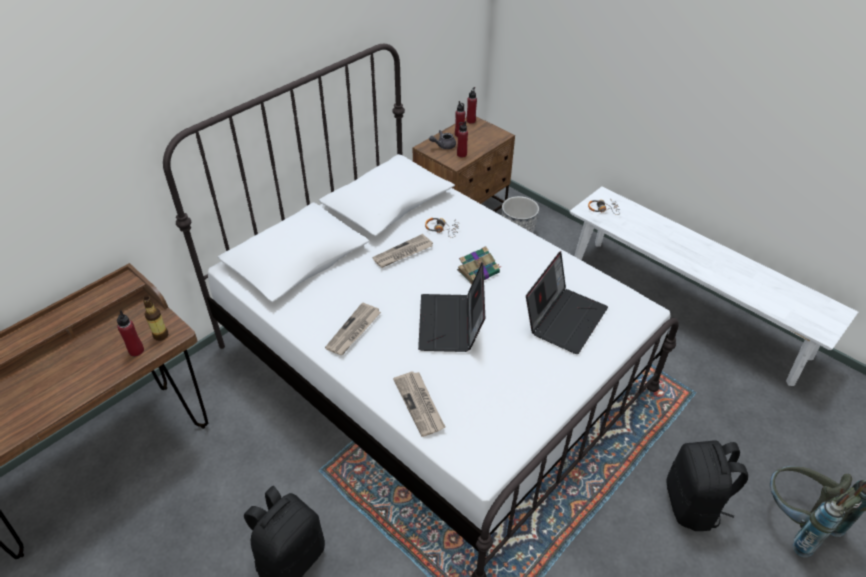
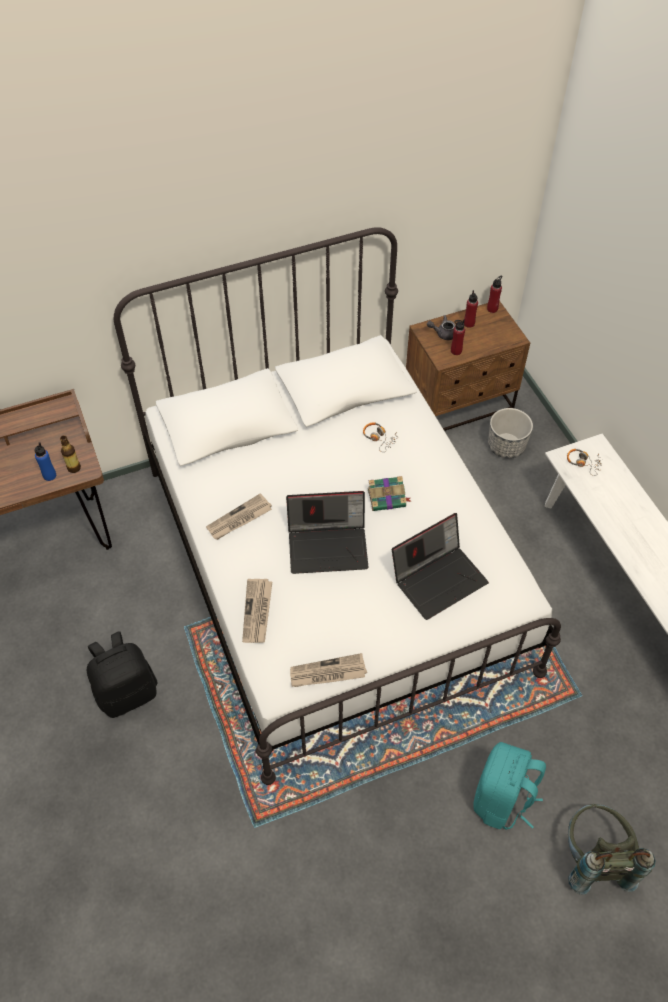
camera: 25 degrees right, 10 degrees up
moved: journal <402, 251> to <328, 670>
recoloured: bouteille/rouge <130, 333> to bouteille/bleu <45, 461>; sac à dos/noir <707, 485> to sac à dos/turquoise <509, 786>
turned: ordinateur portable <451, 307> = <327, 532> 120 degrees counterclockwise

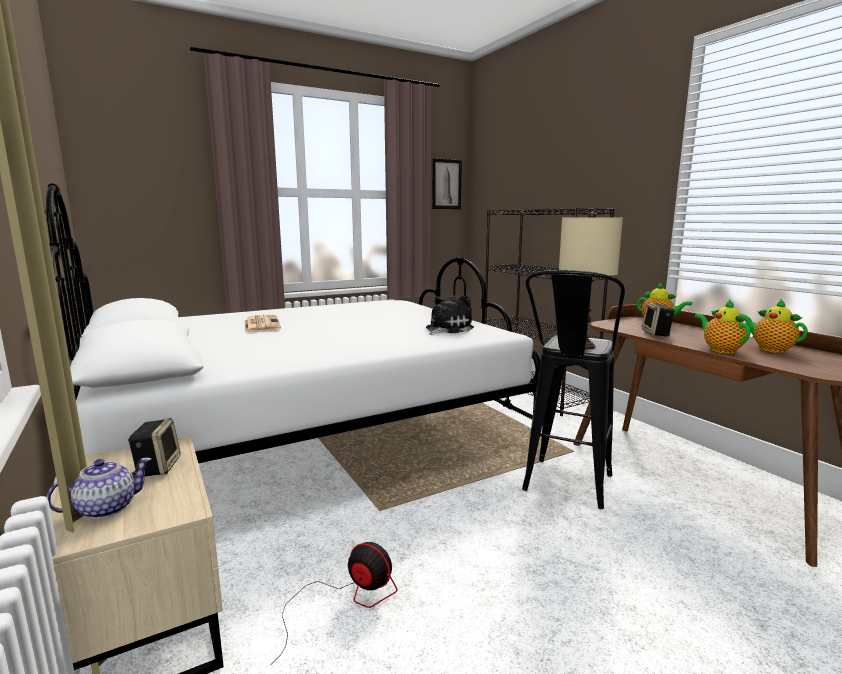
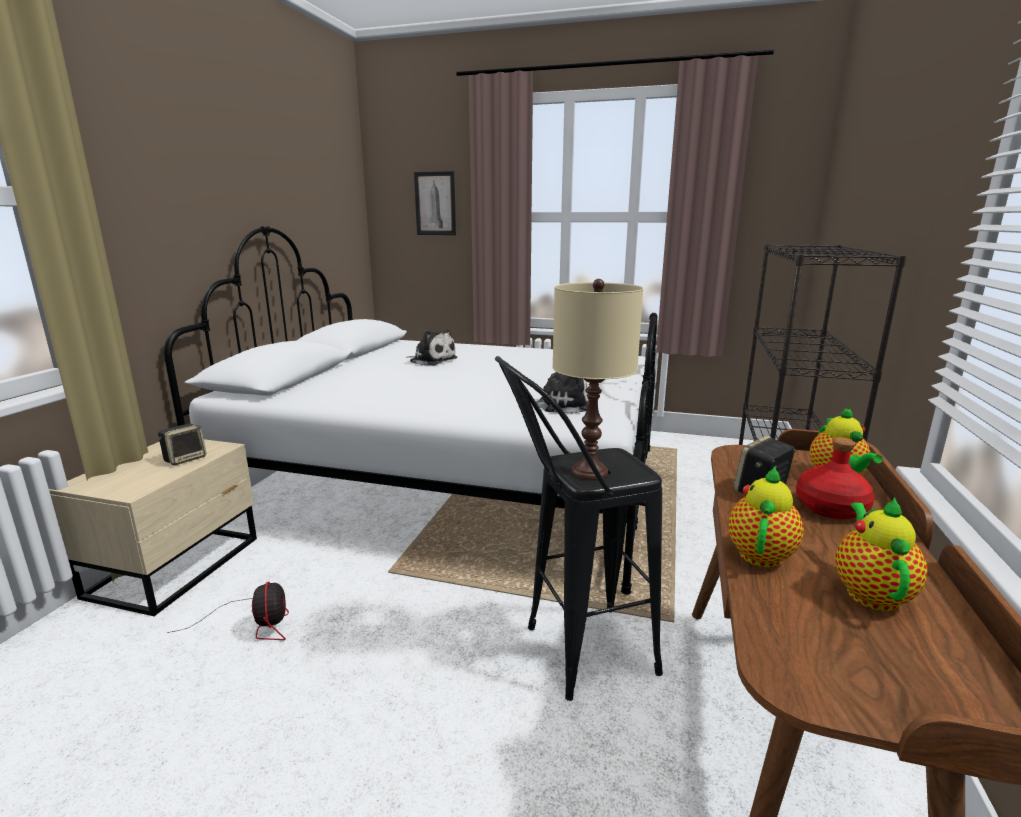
camera: 45 degrees right, 5 degrees up
removed: théière <99, 488>
added: bouteille/rouge <835, 478>
moved: tableau <447, 183> to <435, 203>
replaced: journal <263, 323> to peluche <431, 347>

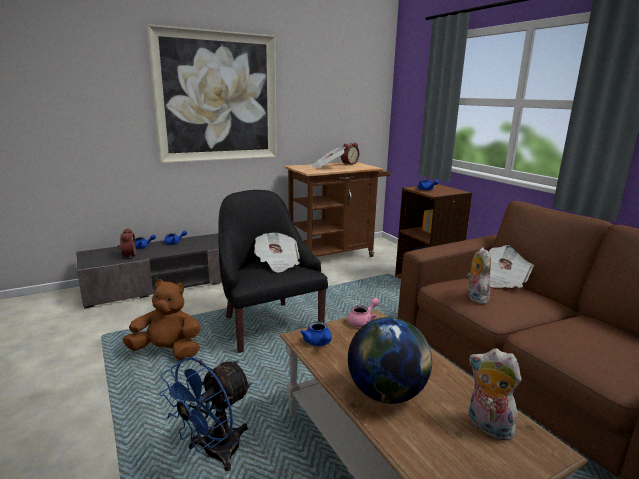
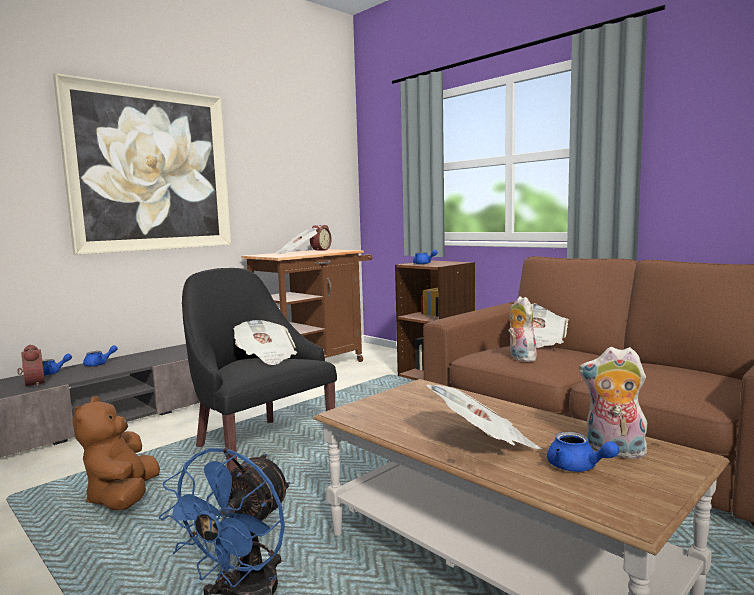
camera: 15 degrees left, 10 degrees down
removed: théière/rose <363, 312>
moved: théière/bleu <316, 333> to <583, 452>
replaced: globe <390, 360> to journal <484, 417>
turned: peluche/marron <162, 319> = <116, 453> 90 degrees counterclockwise

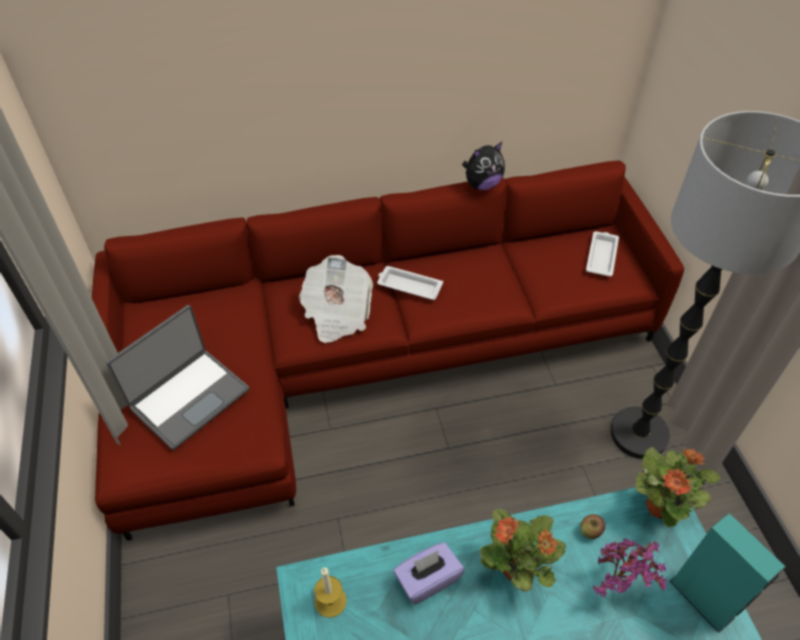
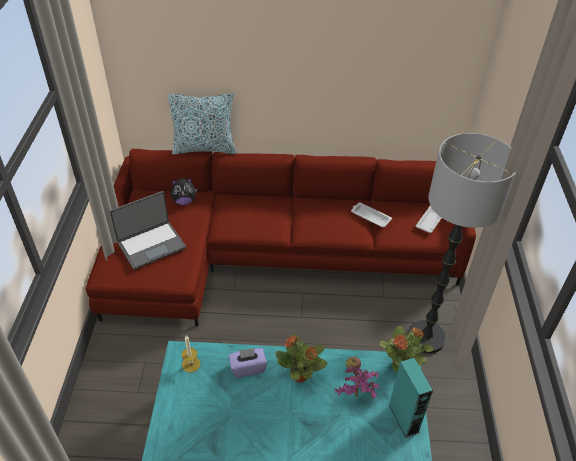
camera: 15 degrees right, 5 degrees down
removed: journal <336, 299>
added: coussin <202, 124>
moved: plateau/blanc <410, 283> to <371, 215>; peluche <483, 166> to <184, 191>

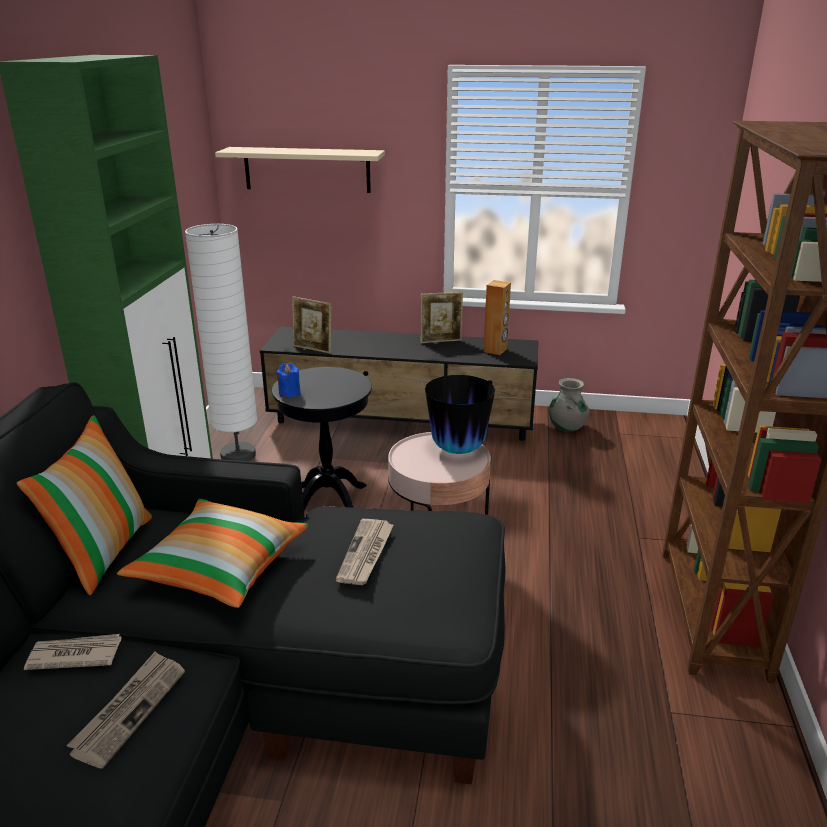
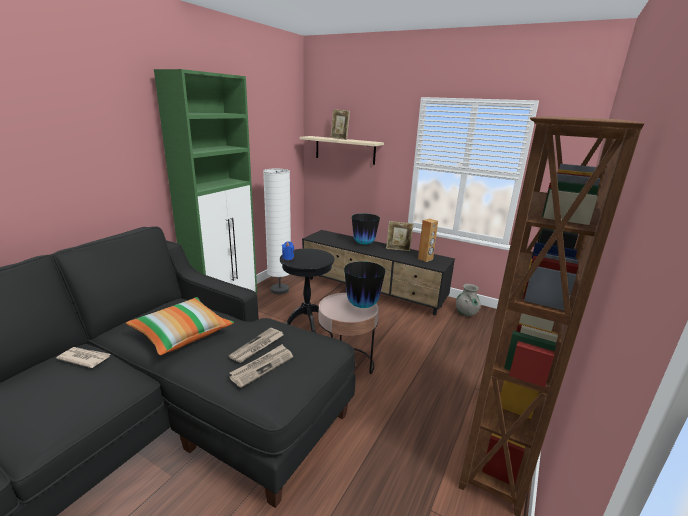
camera: 20 degrees right, 5 degrees down
removed: coussin <84, 505>
added: vase <366, 228>
moved: journal <125, 710> to <261, 366>; cadre photo <312, 324> to <340, 124>

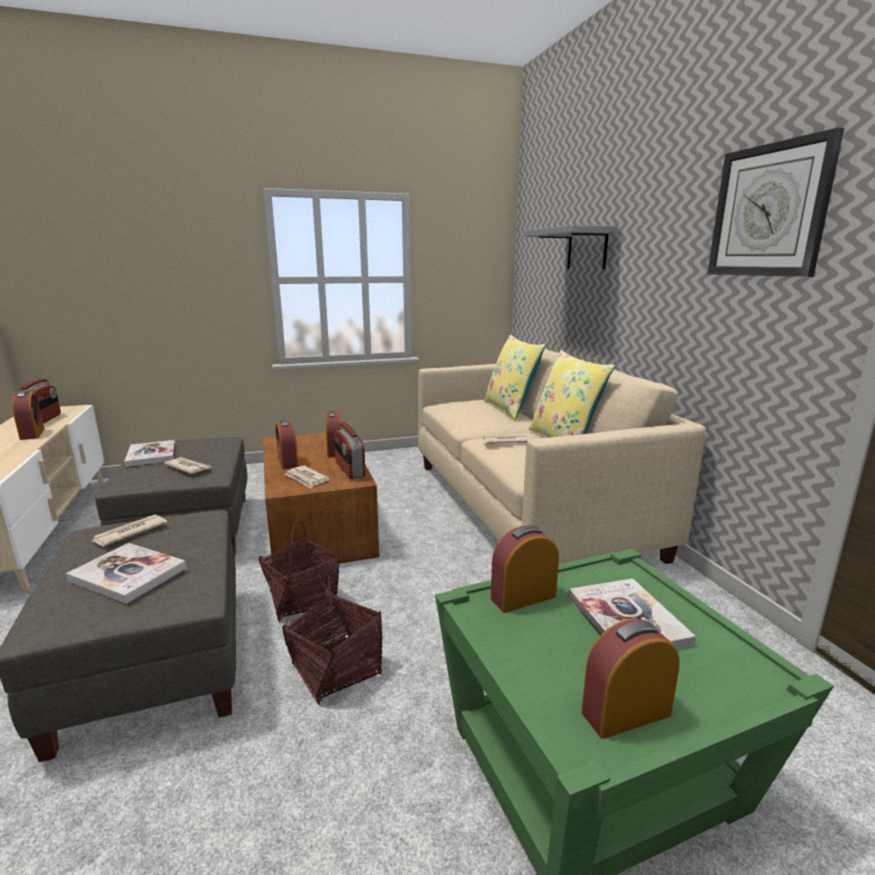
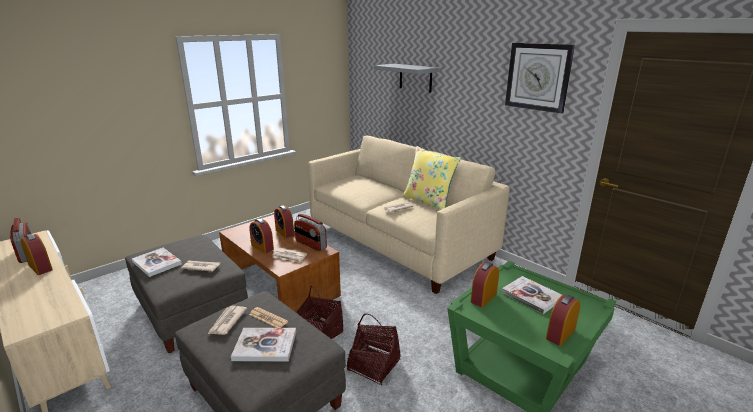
camera: 25 degrees left, 5 degrees up
removed: coussin/jaune <515, 377>
added: journal <268, 317>

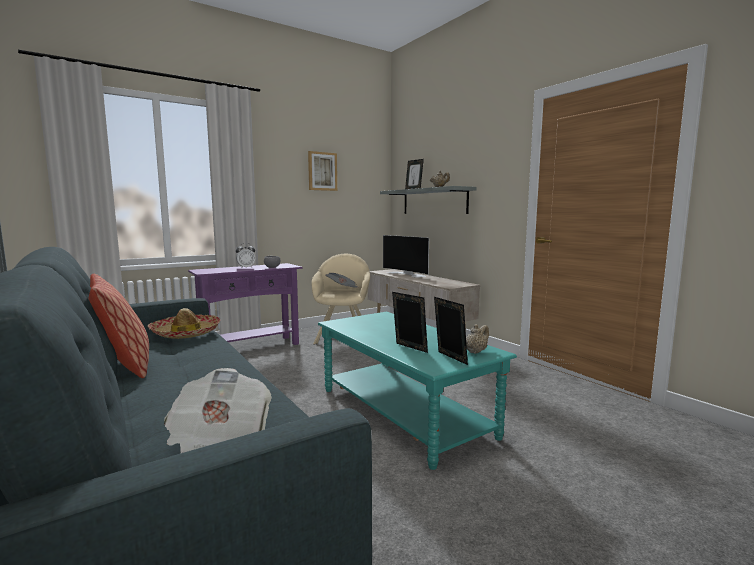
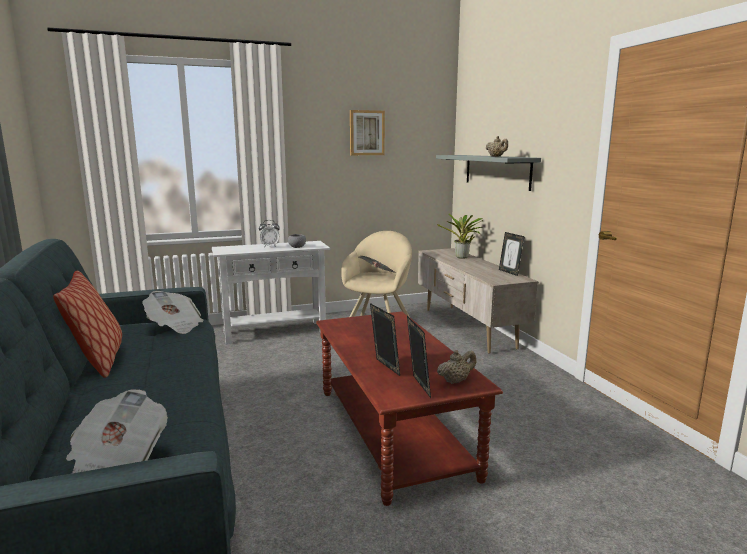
camera: 15 degrees right, 5 degrees up
moved: cadre photo <414, 174> to <512, 254>
replaced: chapeau <184, 323> to journal <173, 312>; téléviseur <406, 256> to plante en pot <460, 236>
recoloured: table console/violet <245, 304> to table console/blanc <271, 292>; table basse/turquoise <417, 391> to table basse/marron <409, 409>

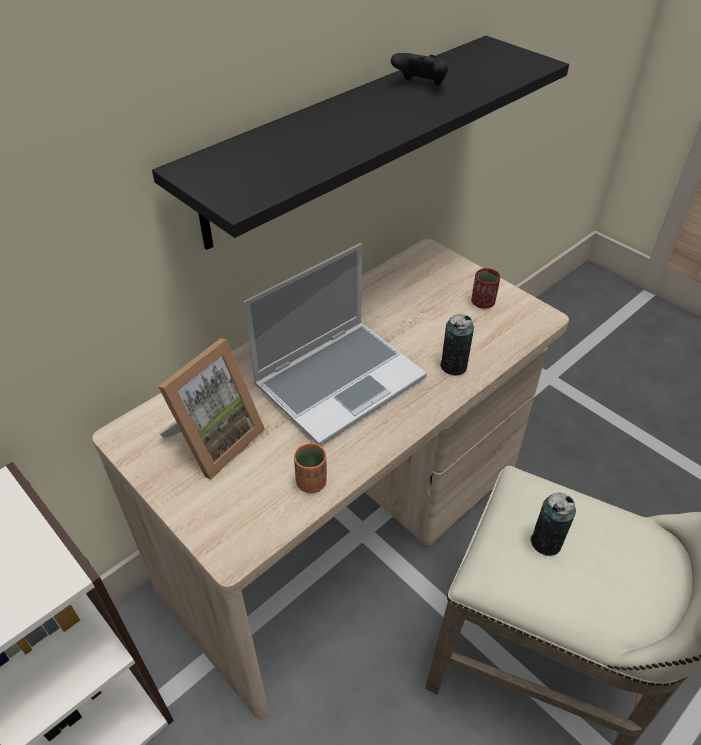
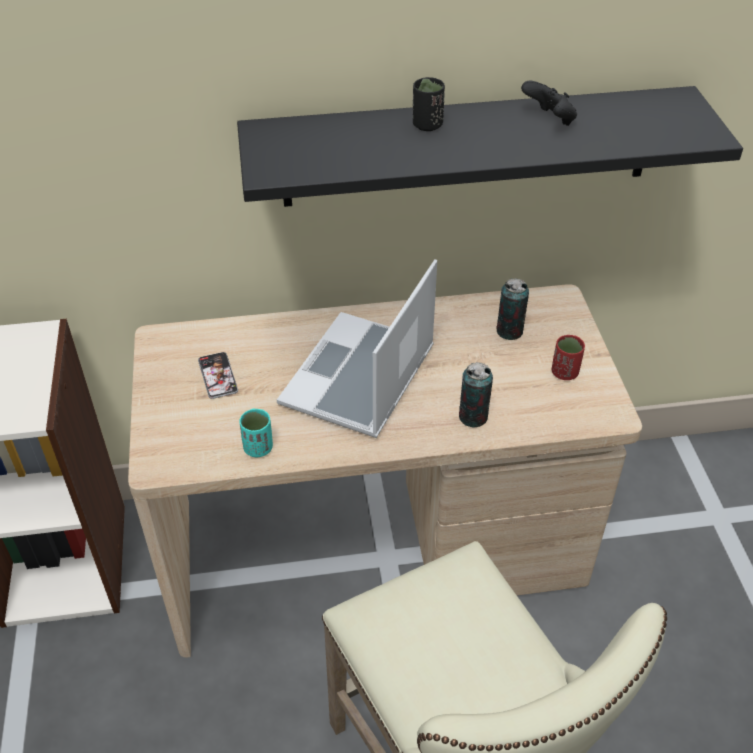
camera: 35 degrees right, 0 degrees up
added: tasse/noir <429, 104>
moved: boîte métallique <553, 524> to <513, 309>
replaced: cadre photo <211, 408> to téléphone <218, 375>
recoloured: tasse/orange <310, 468> to tasse/turquoise <256, 432>
turned: ordinateur portable <335, 344> = <357, 348> 120 degrees clockwise

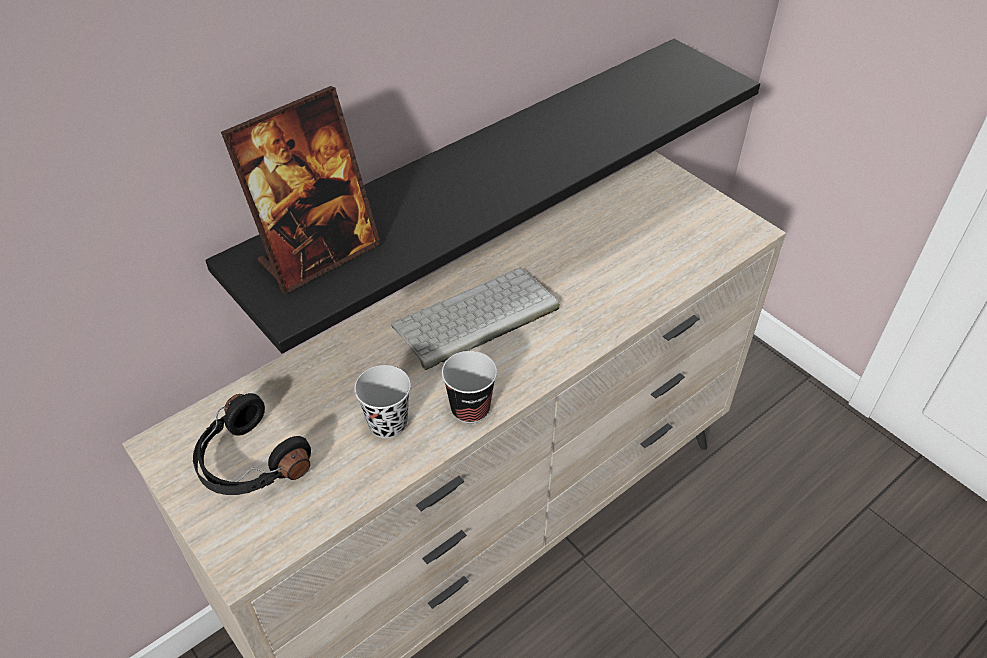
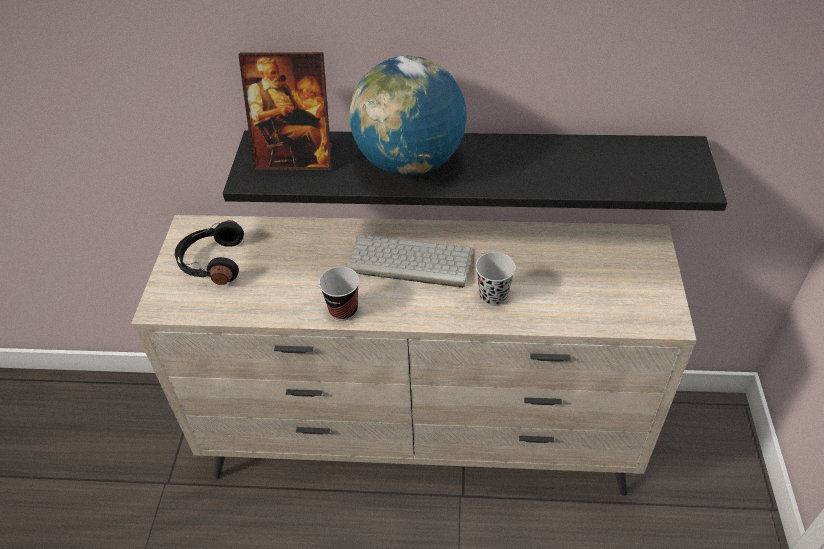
camera: 45 degrees right, 0 degrees up
added: globe <408, 116>
moved: tasse/noir <382, 402> to <496, 279>

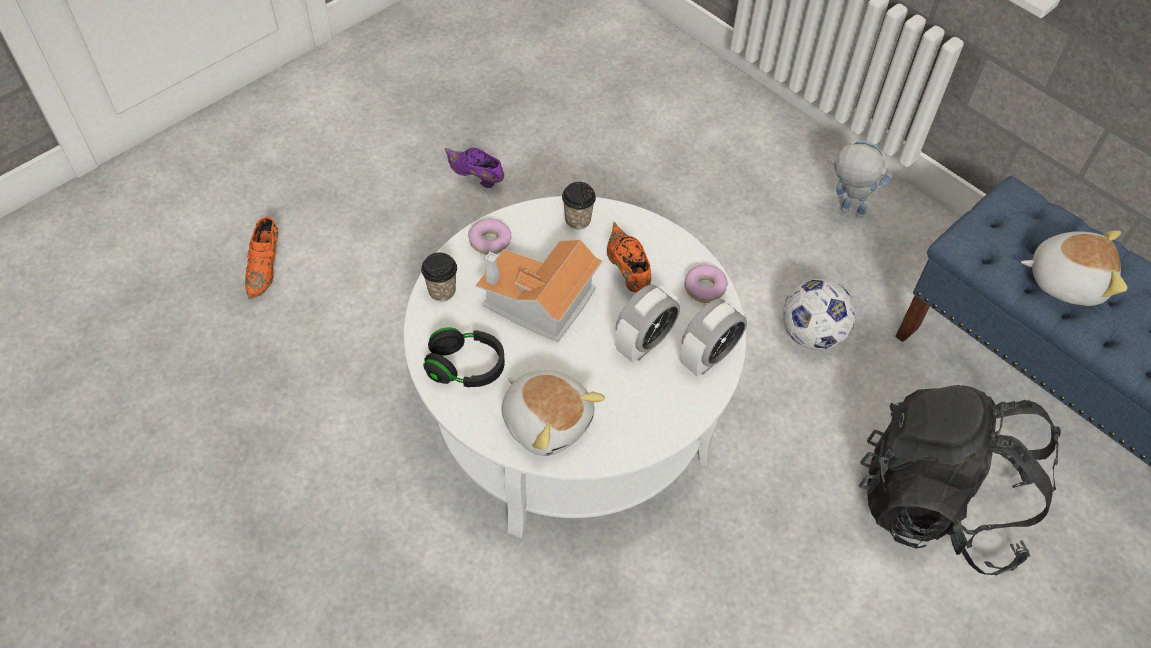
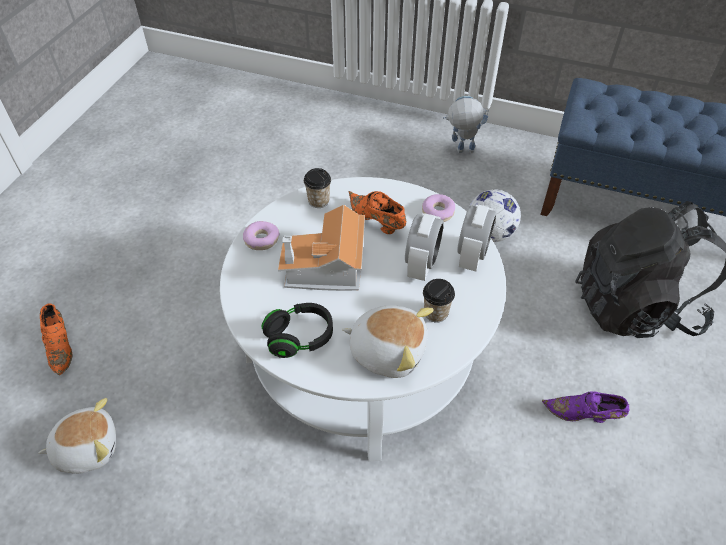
camera: 25 degrees left, 5 degrees down
moved: tasse <439, 276> to <439, 301>; chaussure/violet <474, 168> to <585, 407>; peluche <1074, 268> to <77, 436>

